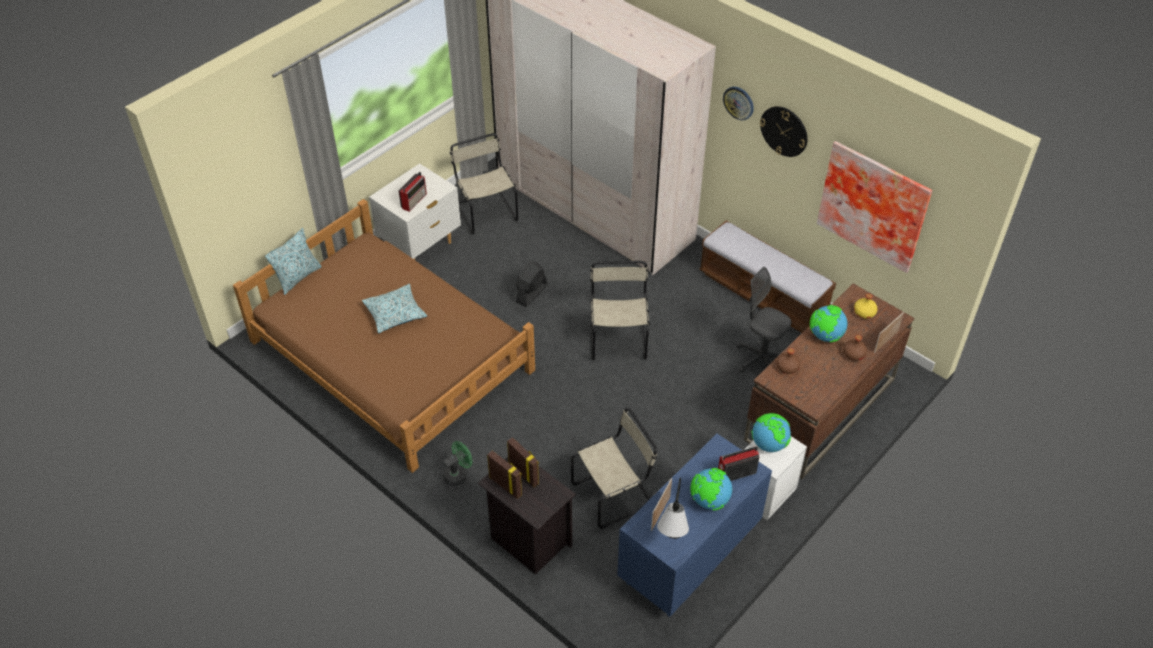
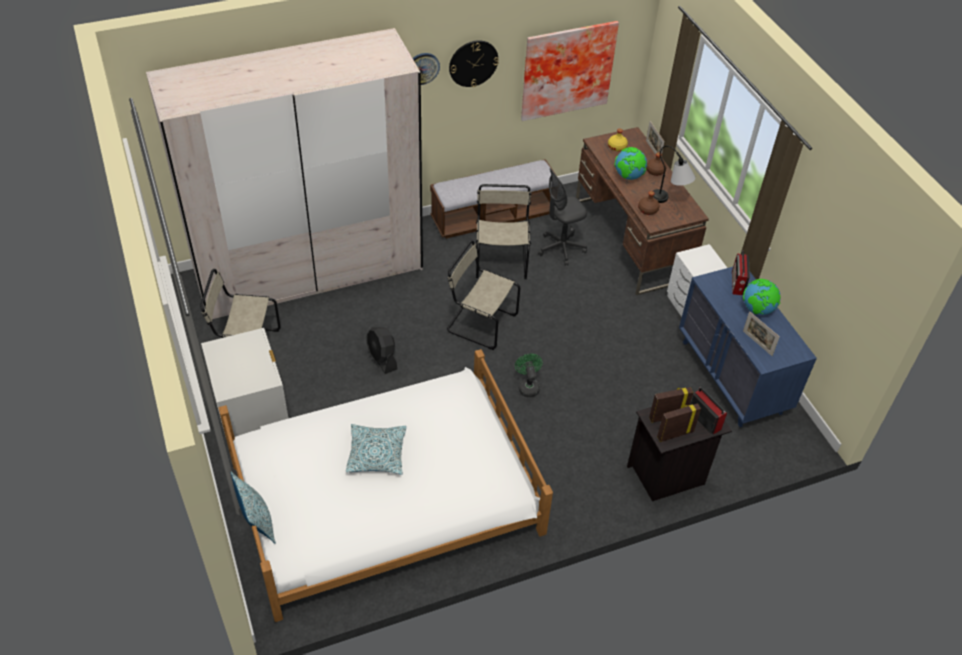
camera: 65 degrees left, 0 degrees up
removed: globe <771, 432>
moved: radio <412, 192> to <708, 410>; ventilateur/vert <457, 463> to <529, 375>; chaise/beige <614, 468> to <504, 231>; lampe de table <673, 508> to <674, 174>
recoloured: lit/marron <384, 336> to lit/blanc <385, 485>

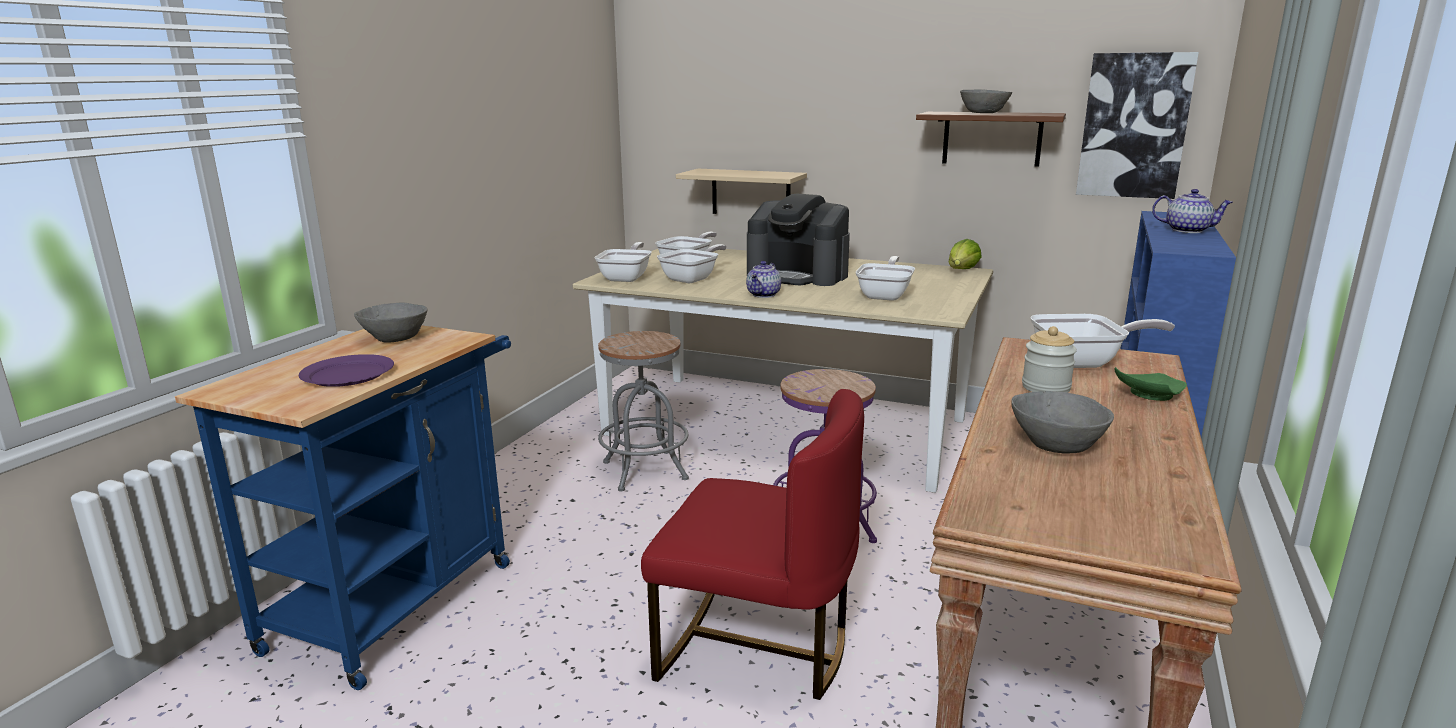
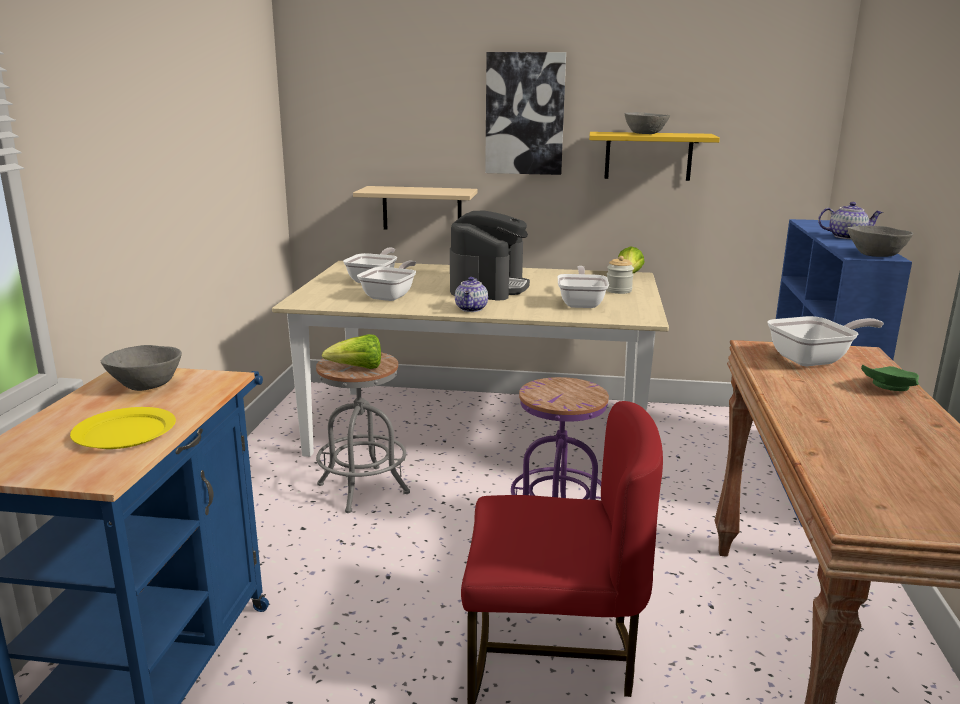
camera: 15 degrees left, 0 degrees up
removed: poêle <623, 262>
added: laitue <351, 351>
moved: bol/gris <1062, 422> to <880, 241>; bocal <1049, 359> to <620, 275>; tableau <1137, 125> to <525, 113>
recoloured: assiette/violet <346, 370> to assiette/jaune <123, 428>; étagère/marron <991, 139> to étagère/jaune <654, 156>
turned: machine à café <798, 240> = <490, 255> 90 degrees counterclockwise

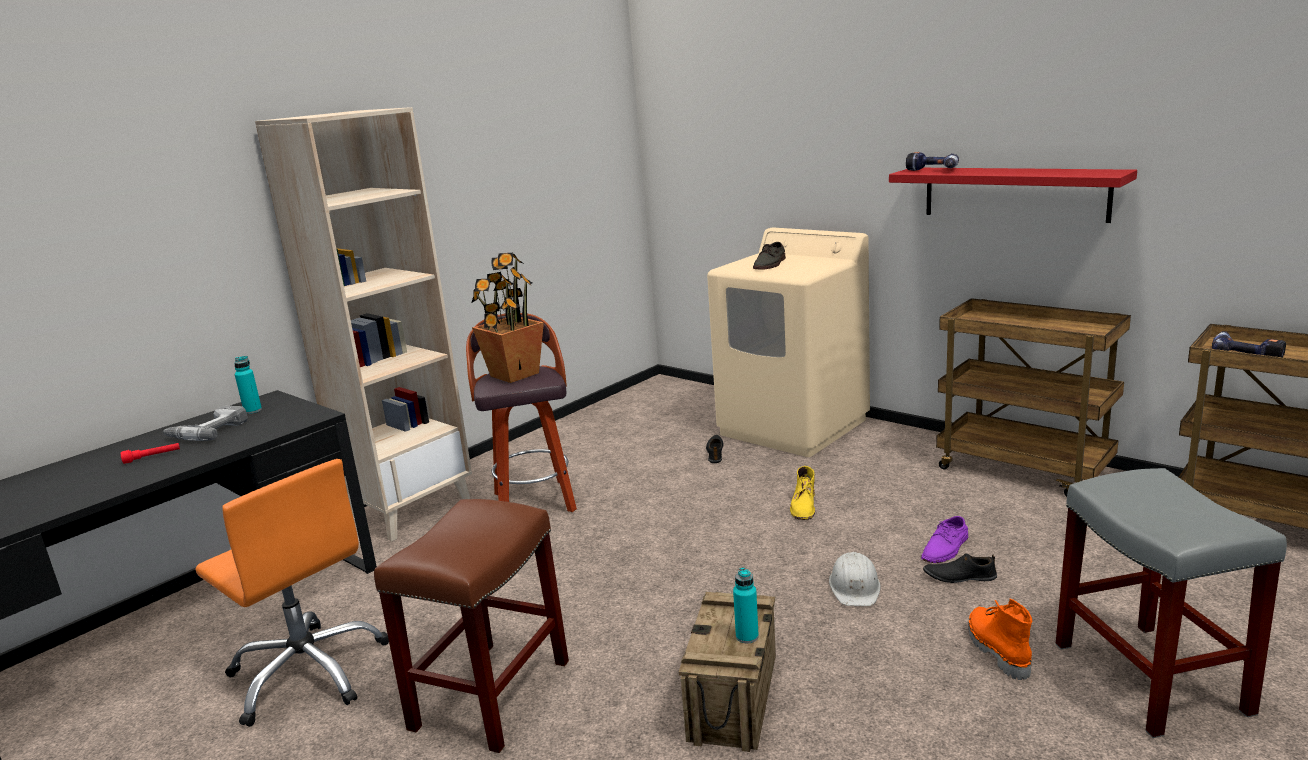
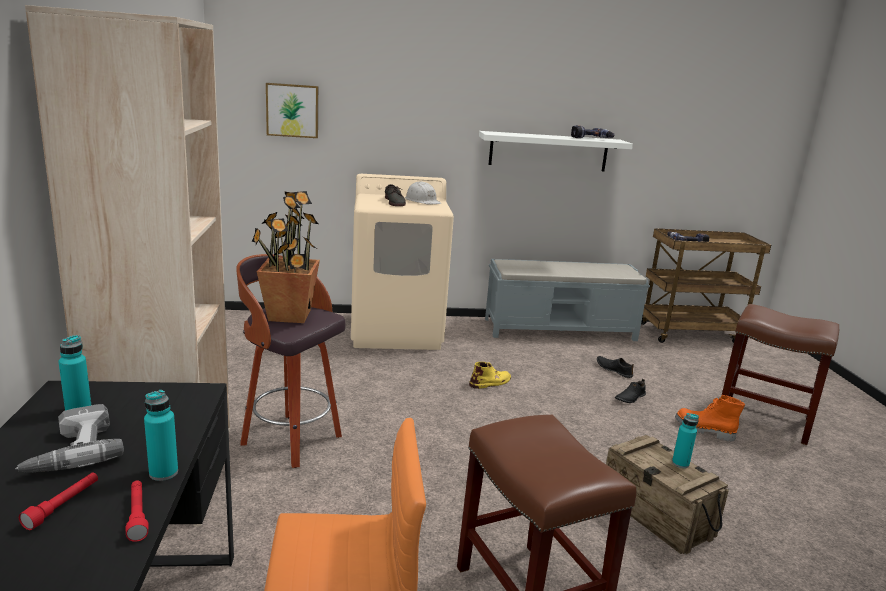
camera: 50 degrees left, 0 degrees up
removed: chaussure/violet <944, 539>
added: lampe de poche/rouge <137, 511>; bouteille/turquoise <161, 435>; tableau <292, 110>
moved: chaussure/noir <715, 449> to <615, 367>; casque de chantier/blanc <855, 579> to <423, 193>; perceuse <932, 161> to <592, 131>
replaced: chariot/marron <1033, 397> to banc/gris <567, 300>
recoloured: étagère/rouge <1013, 195> to étagère/blanc <556, 151>; tabouret/gris <1171, 603> to tabouret/marron <780, 374>
turned: botte/jaune <802, 493> = <490, 375> 90 degrees counterclockwise

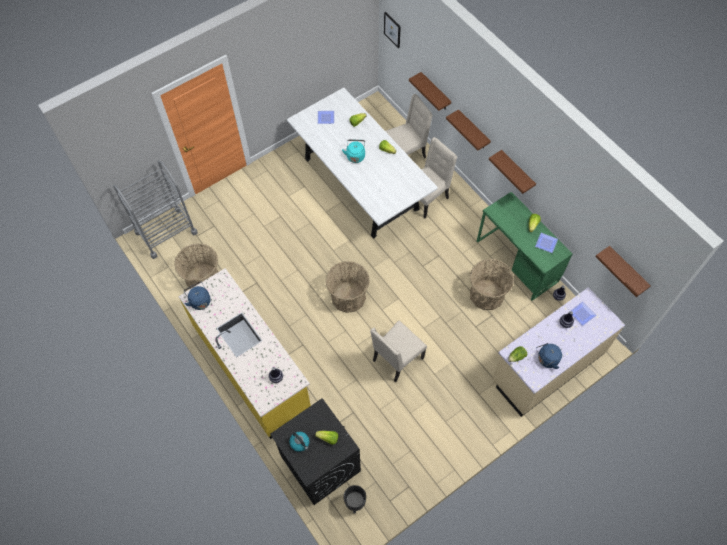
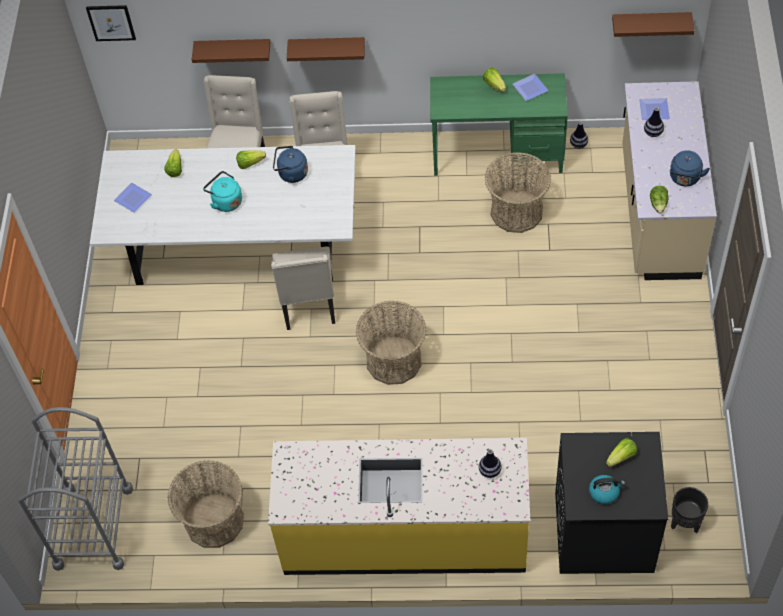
camera: 50 degrees left, 5 degrees down
removed: étagère/marron <512, 172>
moved: bouilloire/bleu <197, 295> to <290, 164>; chaise/beige <398, 351> to <303, 288>

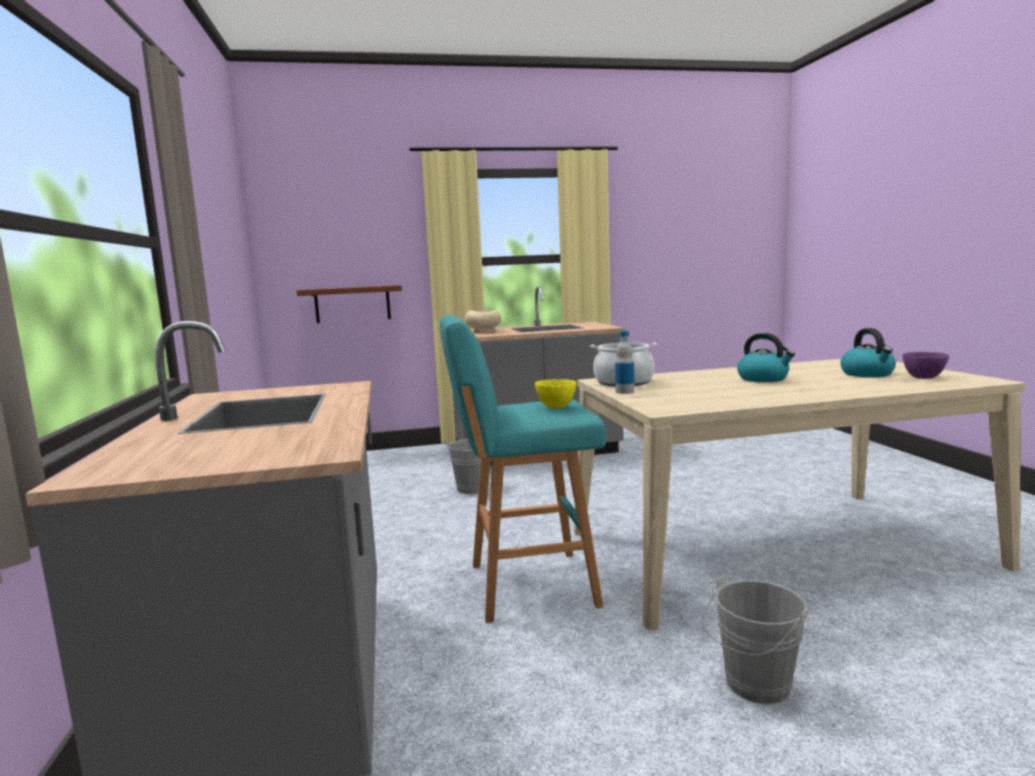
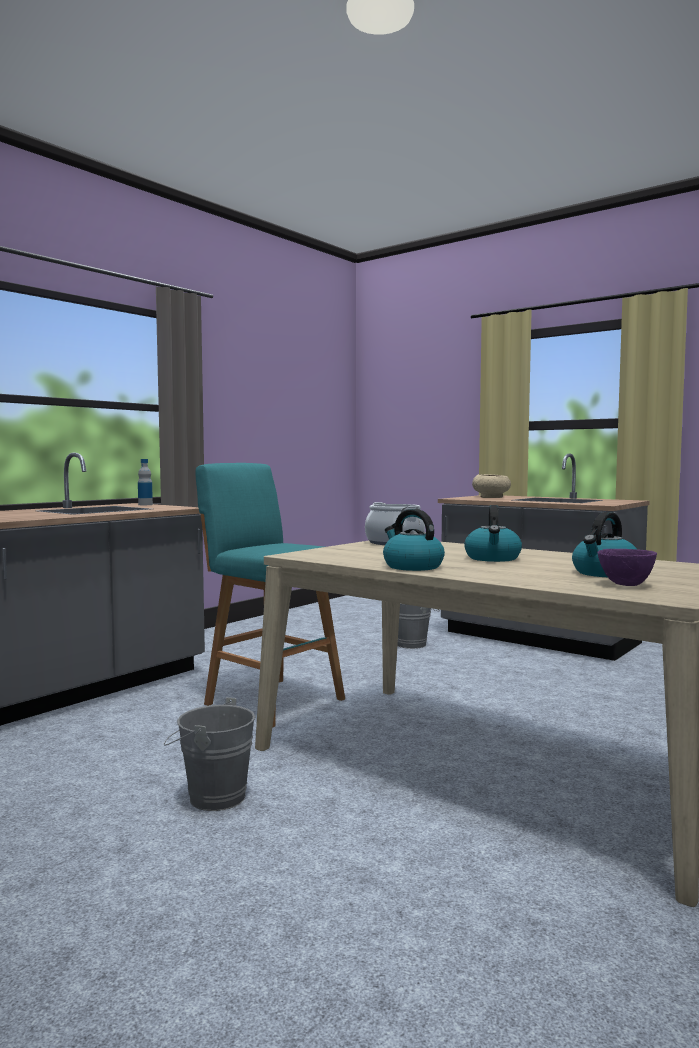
camera: 50 degrees right, 5 degrees down
removed: étagère/marron <349, 304>; bol/jaune <556, 394>
added: bouilloire <414, 540>
moved: bouteille <624, 362> to <145, 482>

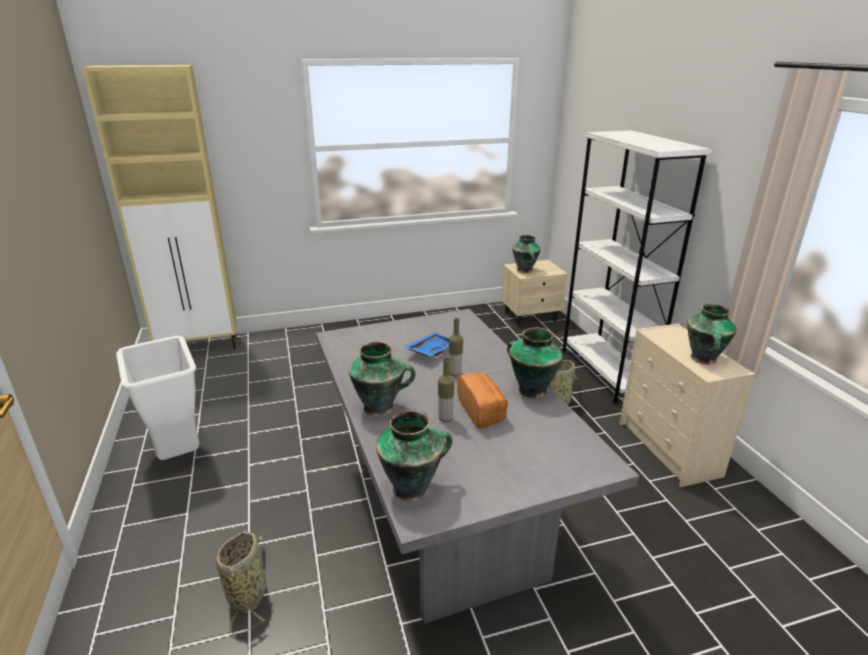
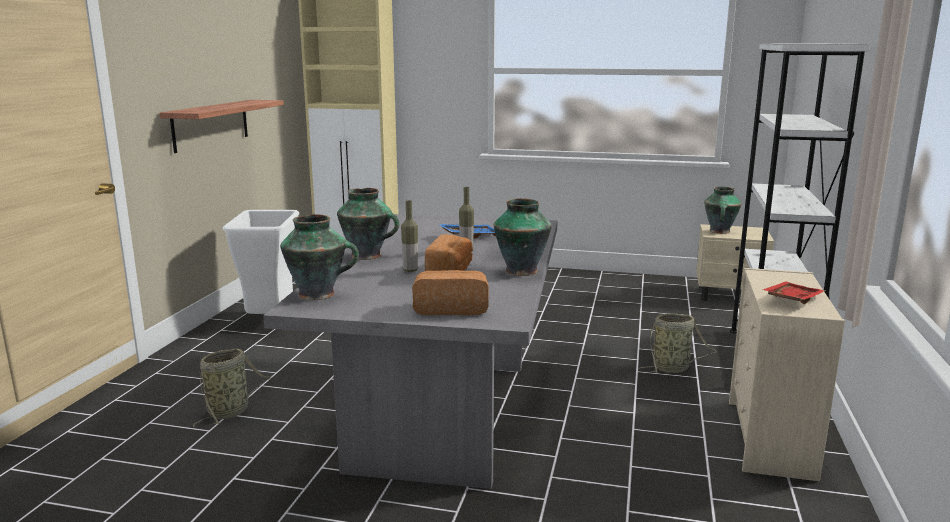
camera: 30 degrees right, 10 degrees down
added: étagère <221, 126>; pain <450, 292>
replaced: vase <712, 334> to plateau/rouge <793, 292>

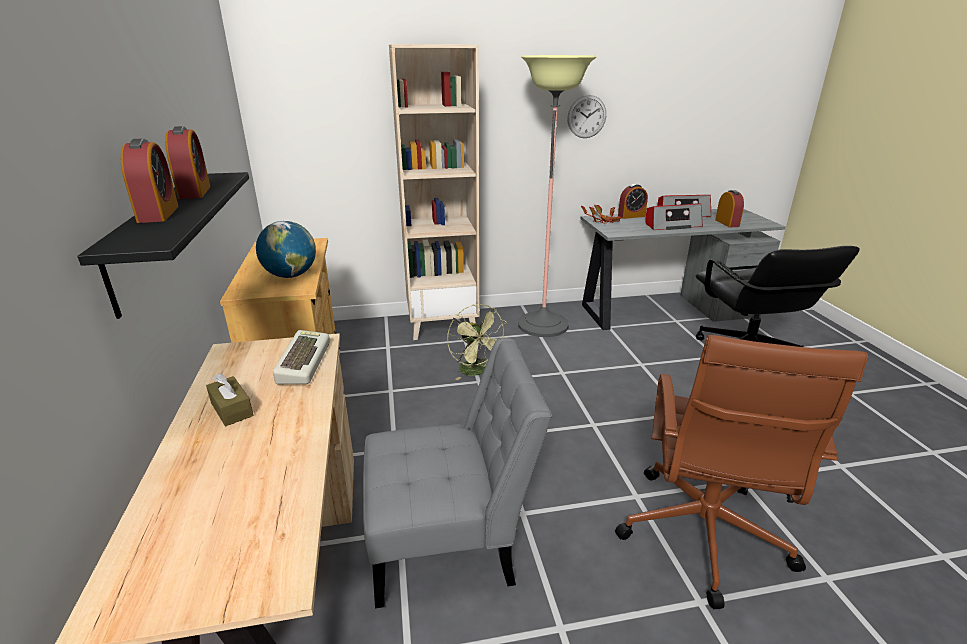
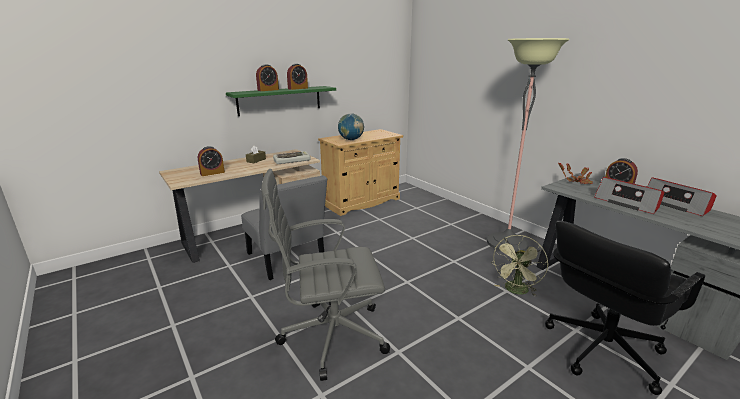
camera: 65 degrees right, 5 degrees down
removed: bibliothèque/beige <434, 192>; horloge murale <586, 116>
moved: ventilateur/vert <477, 342> to <519, 265>; réveil <729, 208> to <211, 161>
recoloured: étagère/noir <163, 245> to étagère/vert <281, 101>; chaise de bureau/marron <741, 472> to chaise de bureau/gris <325, 275>

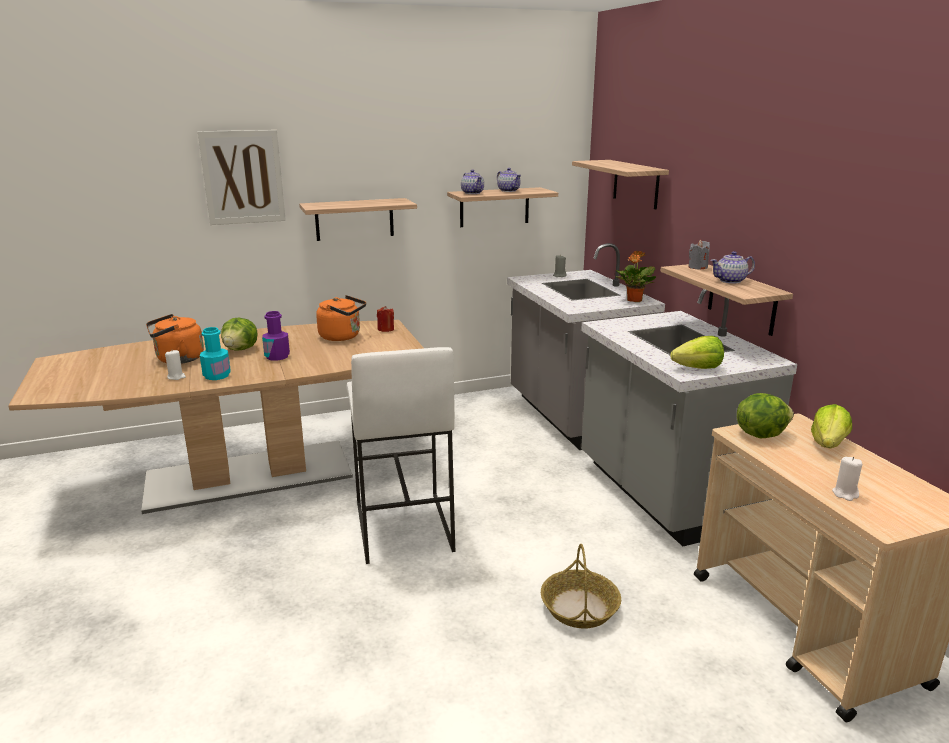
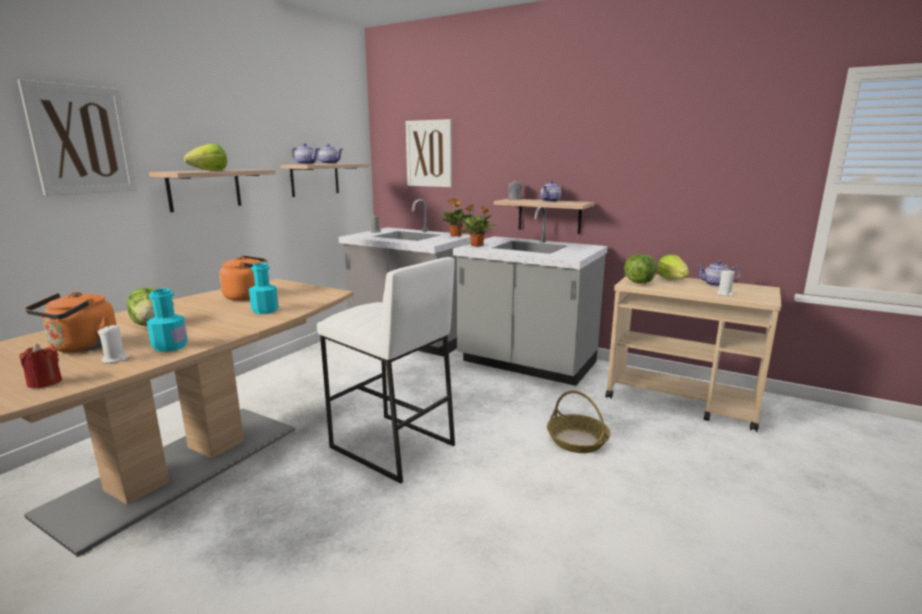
camera: 40 degrees left, 5 degrees down
removed: bouteille/violet <276, 336>
added: bouteille/turquoise <264, 288>; plante en pot <477, 225>; théière <718, 274>
moved: bougie/rouge <385, 319> to <40, 366>; laitue <697, 352> to <205, 157>
replaced: étagère <620, 184> to tableau <429, 153>

